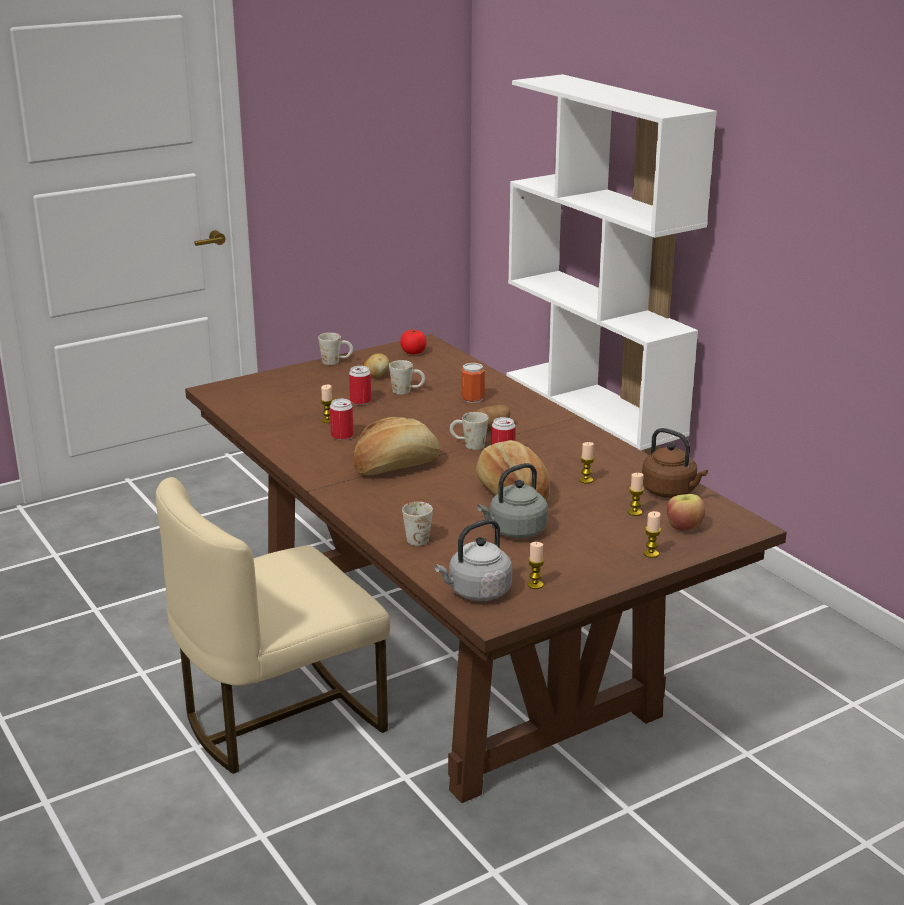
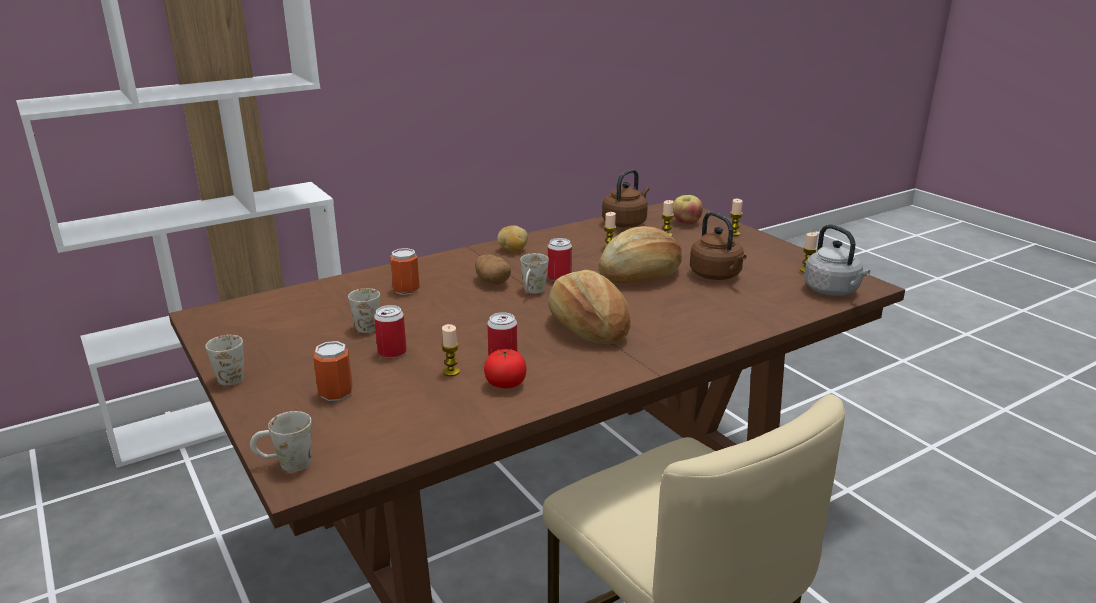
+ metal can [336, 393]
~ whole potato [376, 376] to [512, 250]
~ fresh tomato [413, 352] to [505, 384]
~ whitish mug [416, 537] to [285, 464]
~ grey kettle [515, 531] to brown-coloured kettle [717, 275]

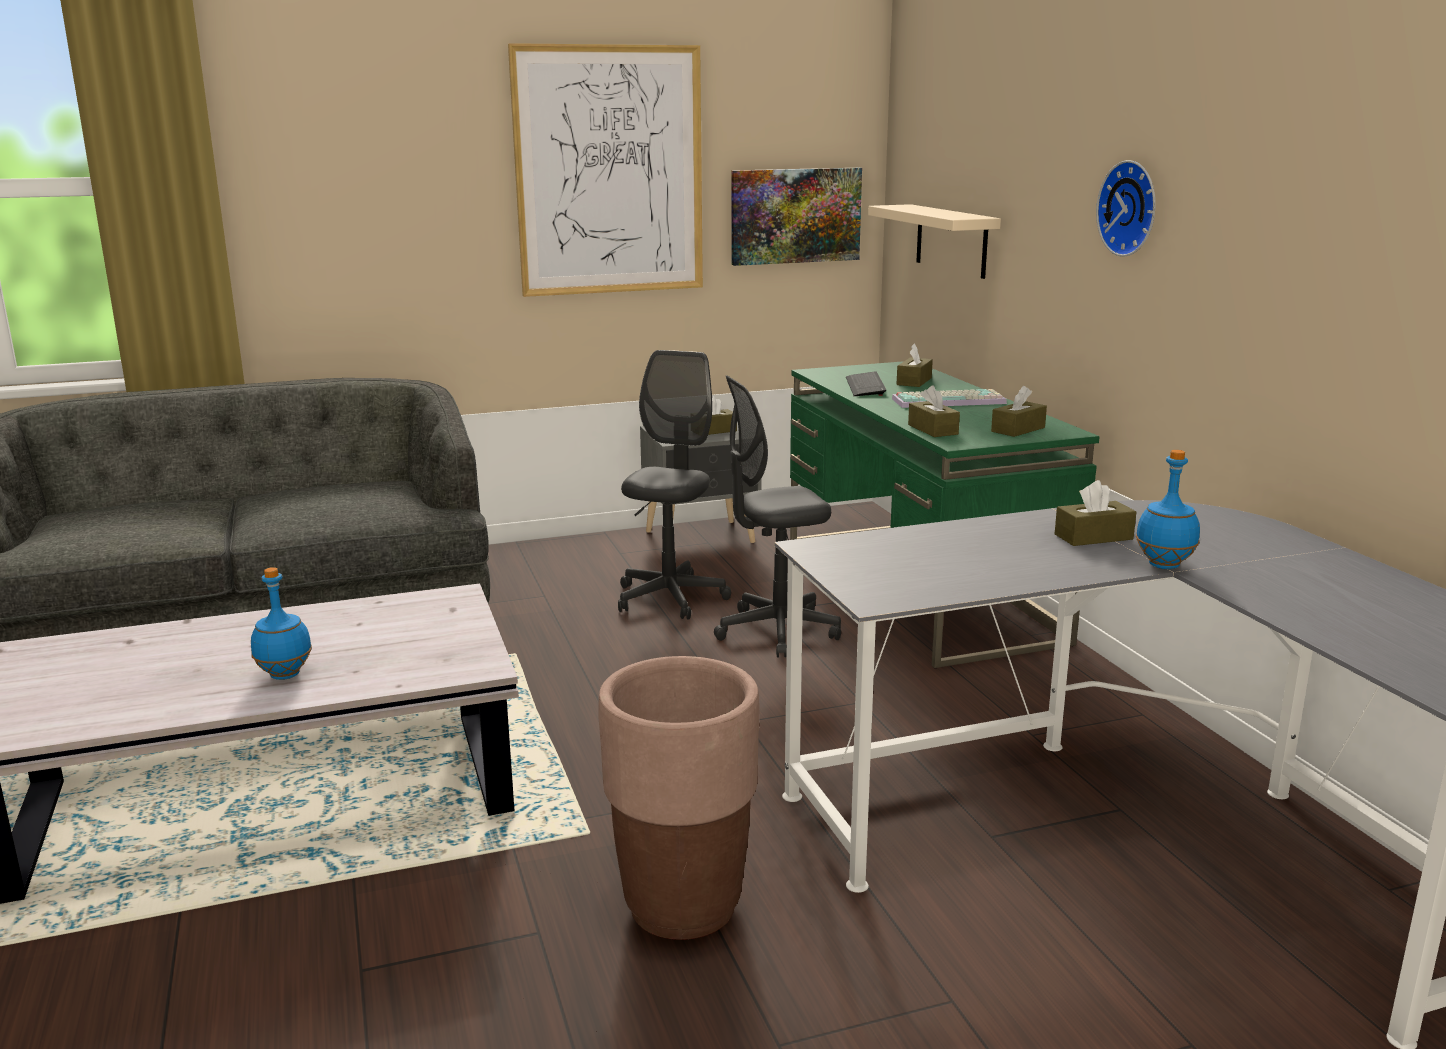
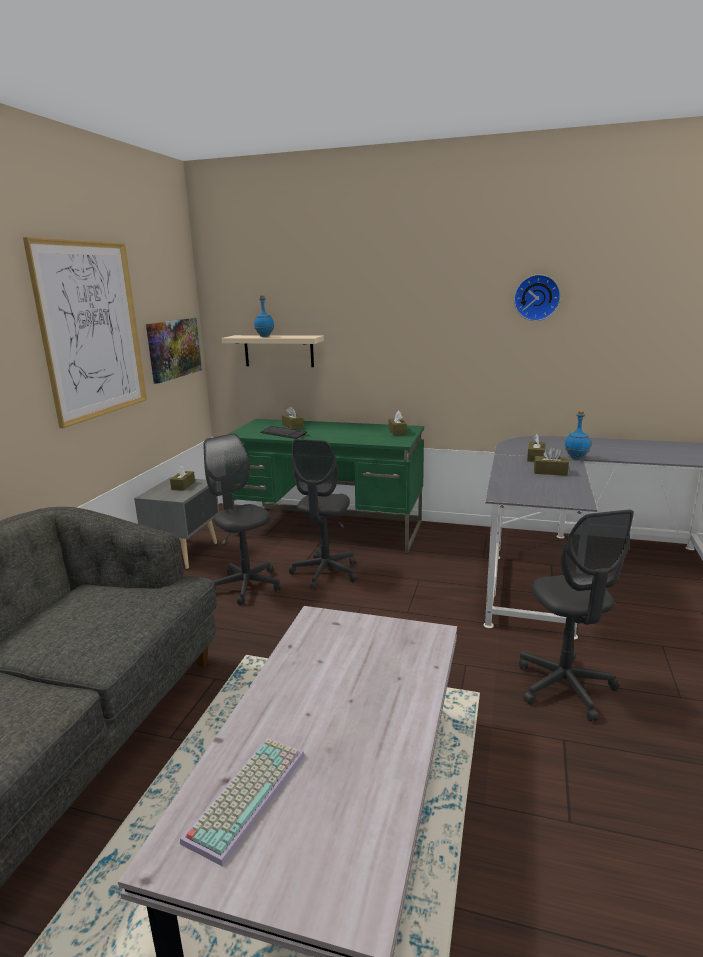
~ blue bottle [285, 674] to [264, 336]
~ keyboard [949, 400] to [246, 794]
~ brown-coloured box of tissues [933, 429] to [550, 472]
~ wall clock [1131, 208] to [537, 297]
~ brown-coloured plant pot [682, 907] to grey desk chair [564, 687]

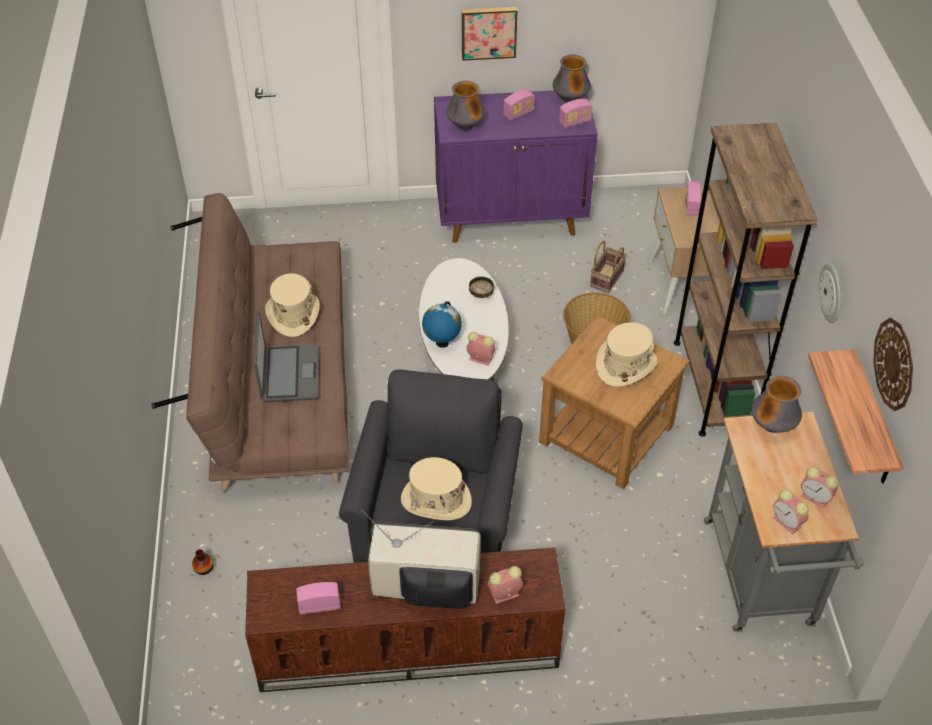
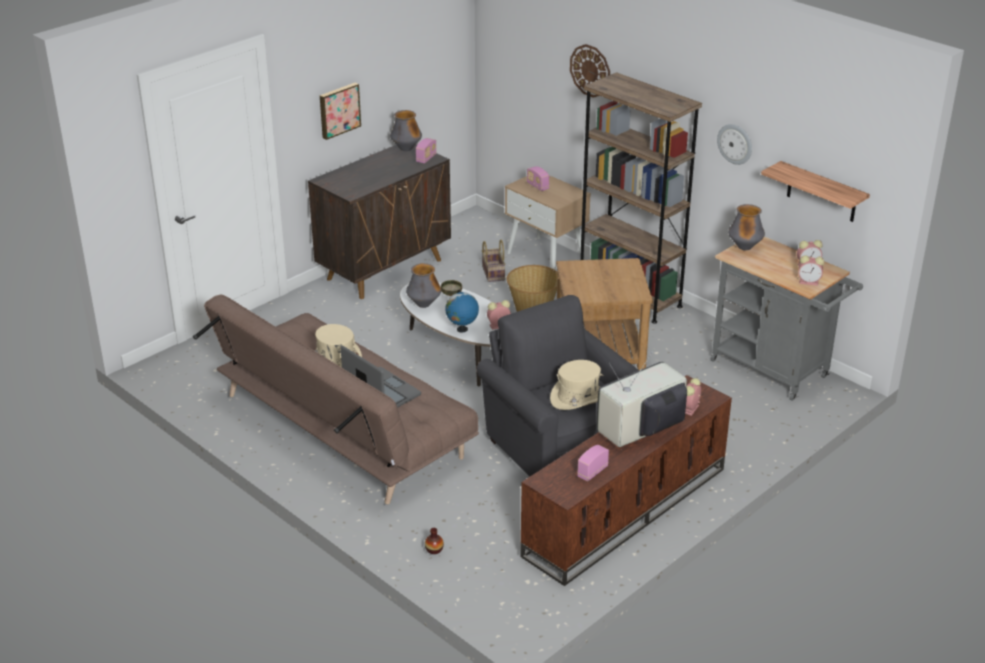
- radio set [518, 114]
- sand-coloured wearable hat [626, 365]
~ vase [465, 127] to [424, 304]
~ wall clock [894, 364] to [590, 70]
~ purple-coloured cabinet [512, 218] to brown-coloured cabinet [385, 269]

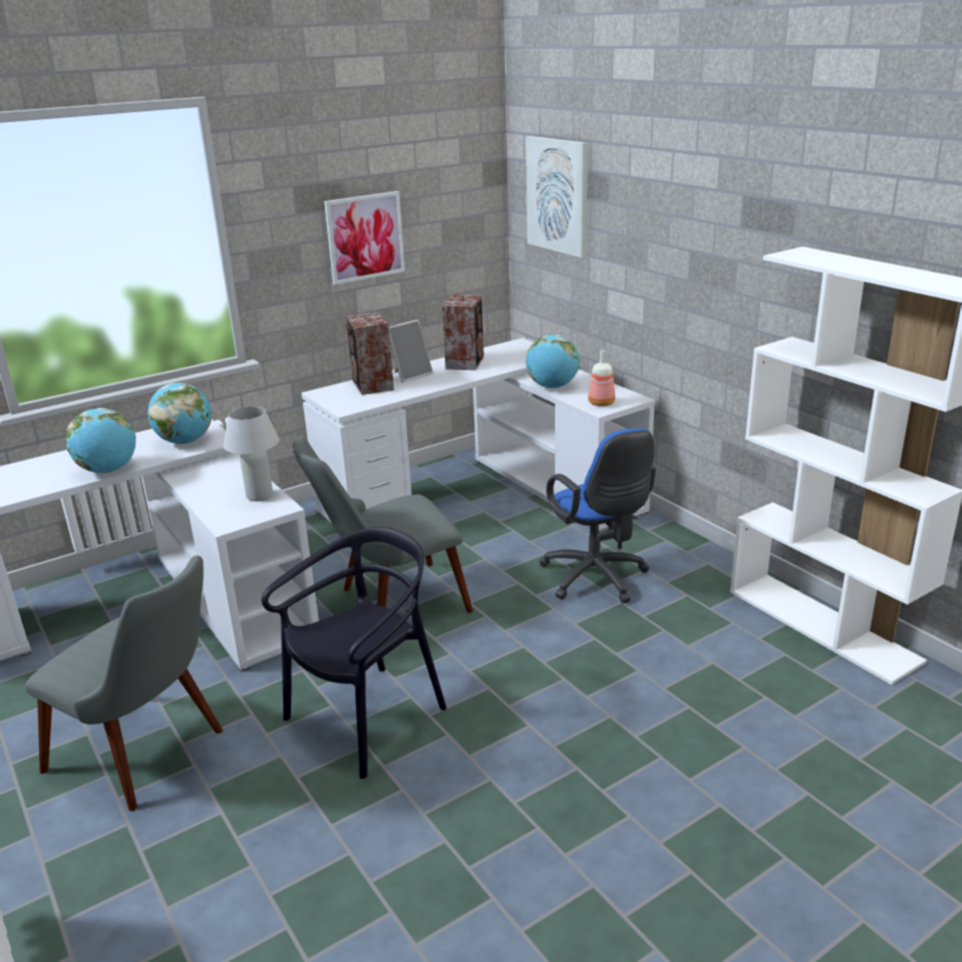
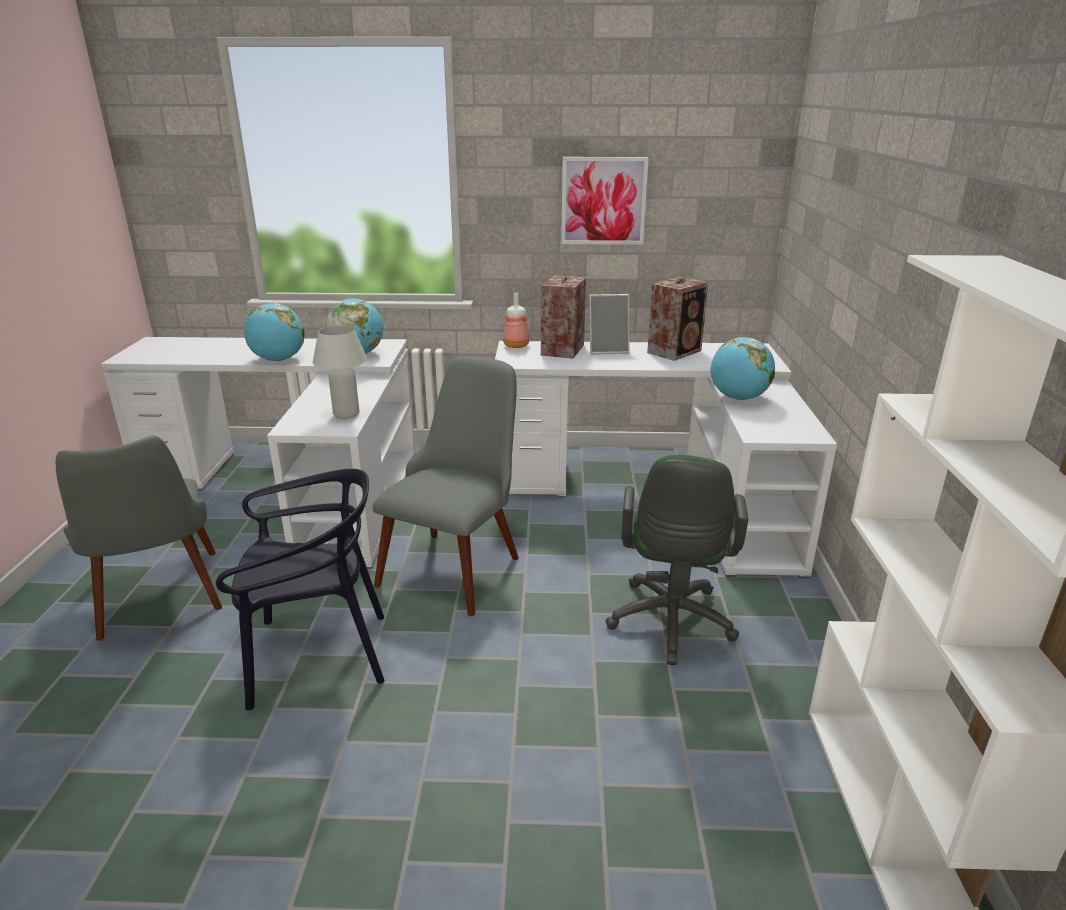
- picture [558, 195]
~ bottle [602, 403] to [516, 346]
~ blue desk chair [597, 579] to green desk chair [670, 625]
~ grey chair [389, 604] = [458, 561] 105 degrees clockwise

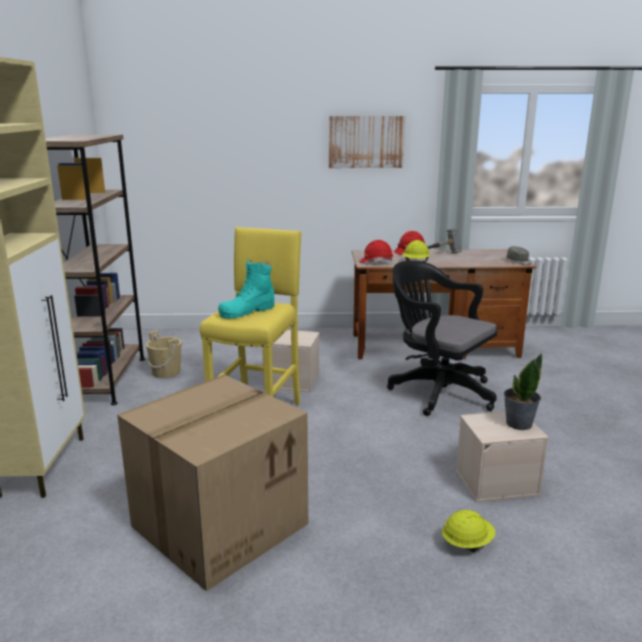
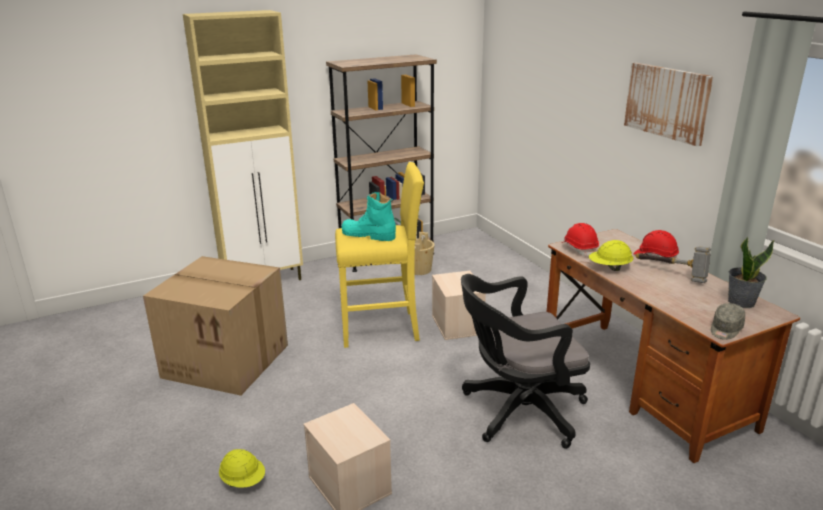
~ houseplant [518, 423] to [740, 302]
~ black desk chair [437, 391] = [517, 411] 120 degrees counterclockwise

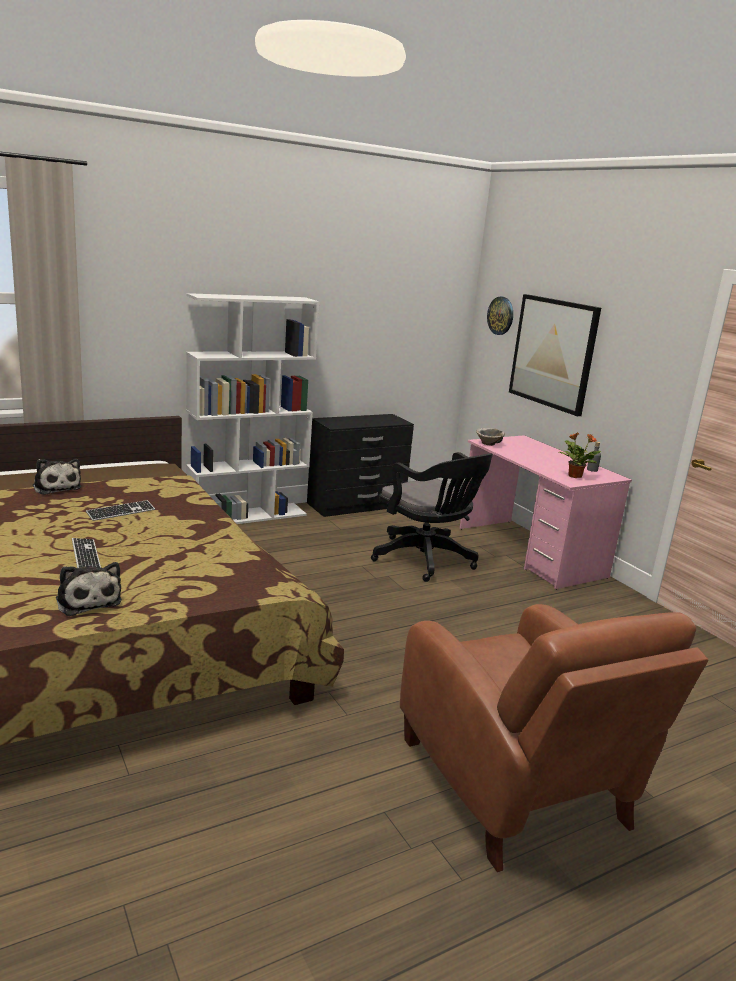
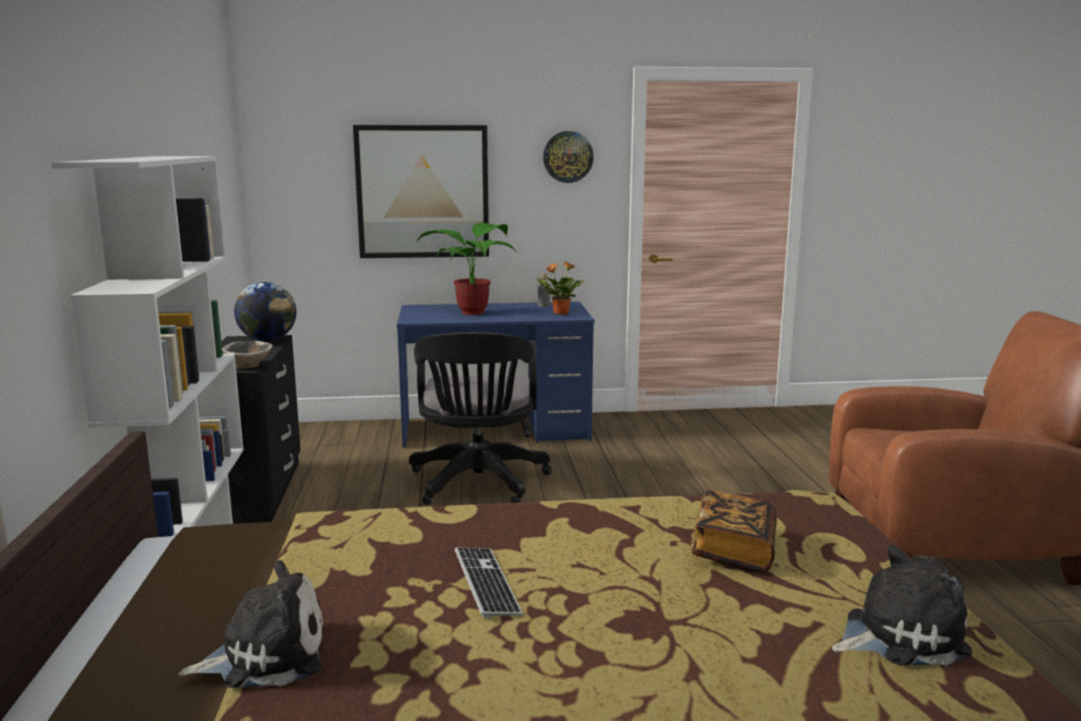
- keyboard [86, 556]
+ world globe [268, 340]
+ houseplant [474, 311]
+ volume [733, 551]
~ deep dish [489, 444] to [248, 366]
~ wall clock [501, 315] to [568, 157]
~ pink-coloured desk table [530, 552] to blue desk table [496, 430]
~ black desk chair [427, 560] = [478, 485] 105 degrees clockwise

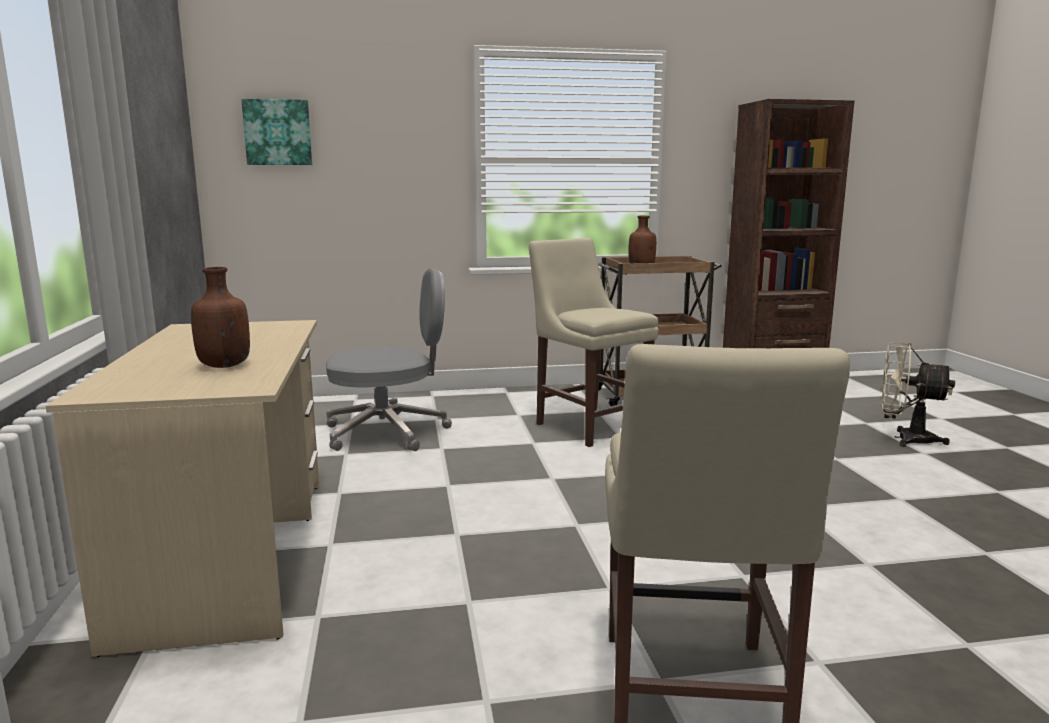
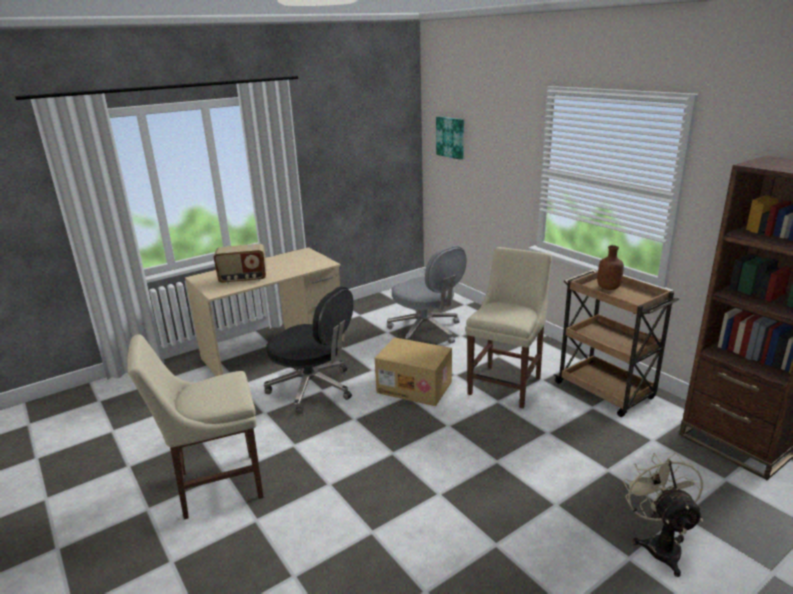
+ black desk chair [313, 388]
+ cardboard box [415, 387]
~ brown-coloured bottle [223, 366] to radio set [243, 279]

